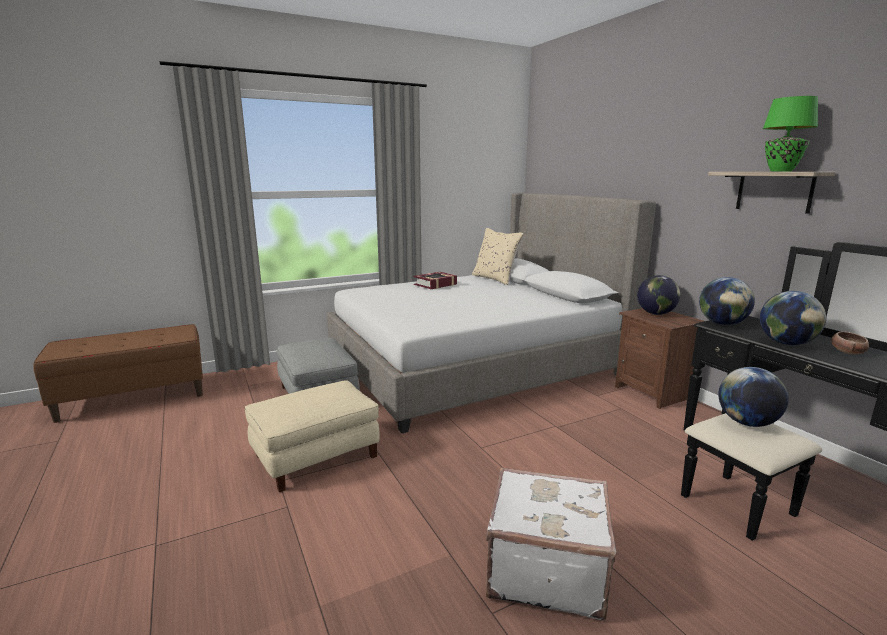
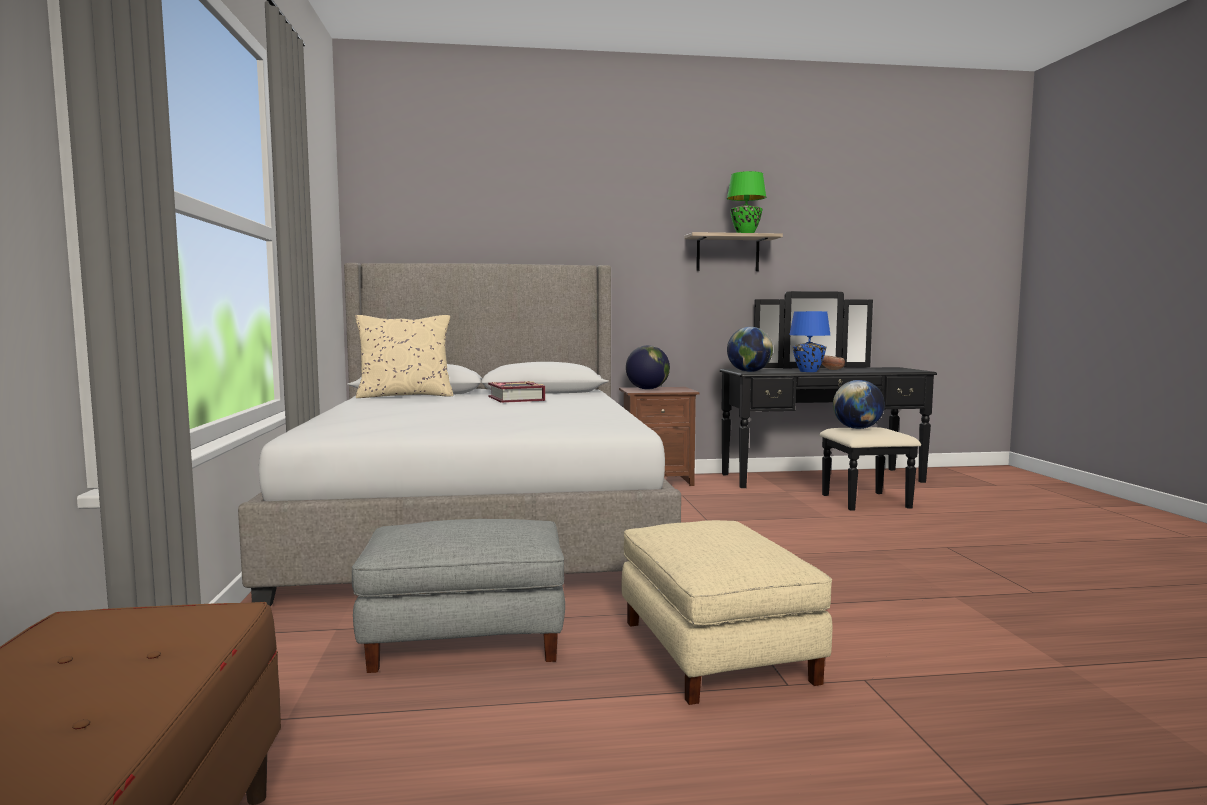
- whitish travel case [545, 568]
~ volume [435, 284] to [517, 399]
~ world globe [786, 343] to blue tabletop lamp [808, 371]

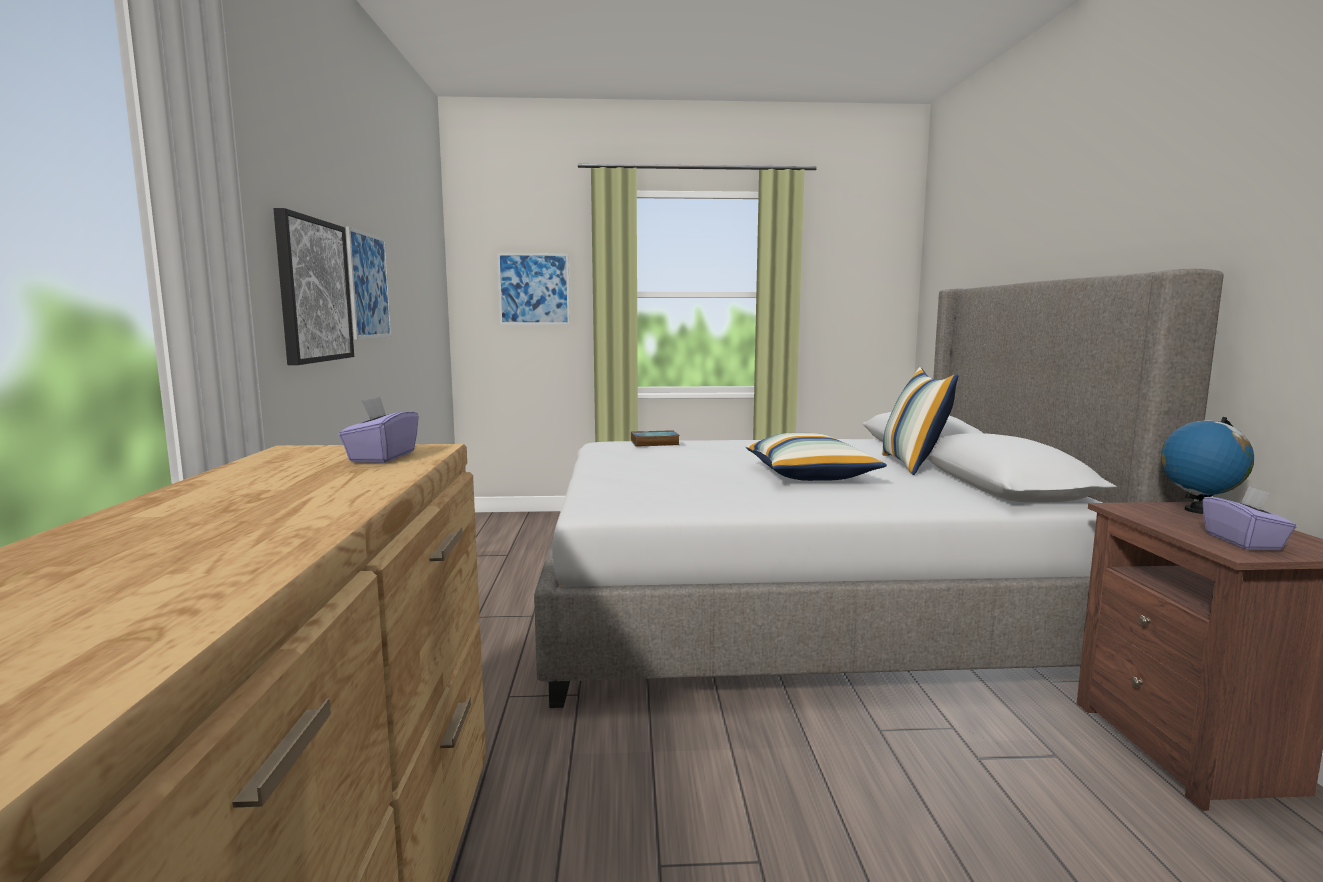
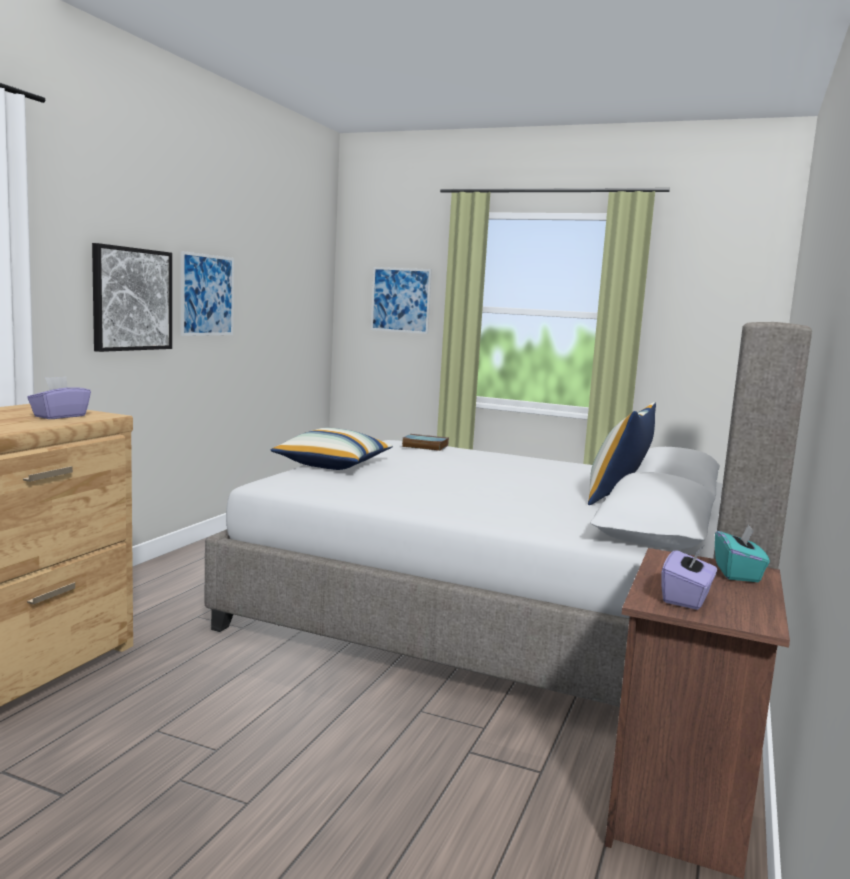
~ pillow [810, 475] to [333, 465]
~ world globe [1198, 511] to turquoise box of tissues [738, 573]

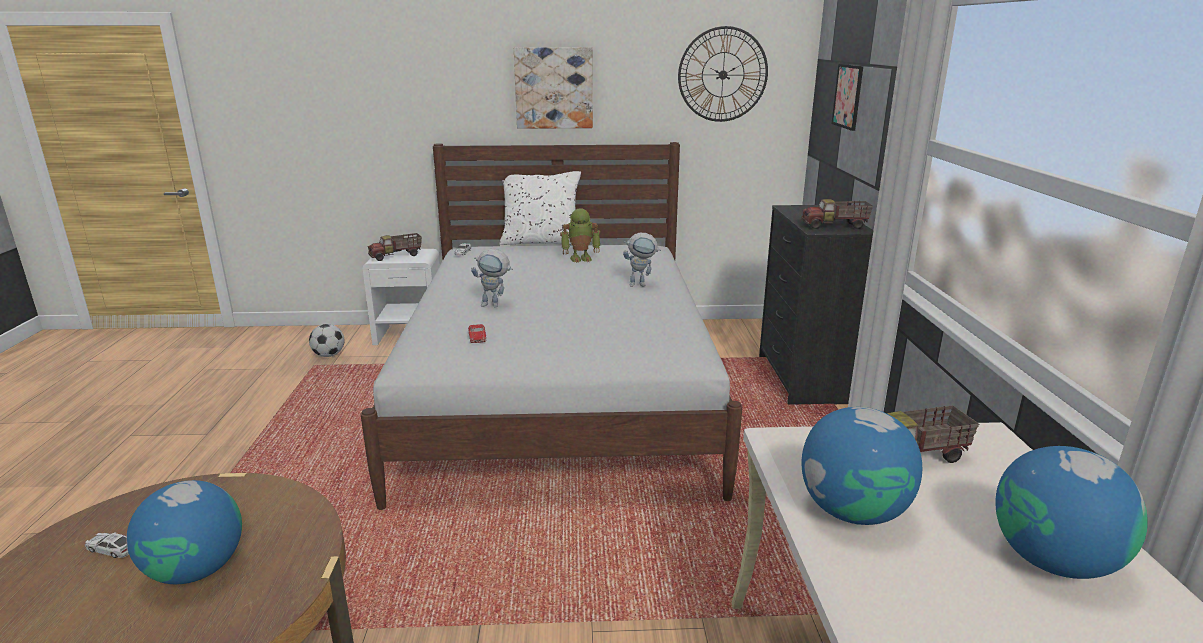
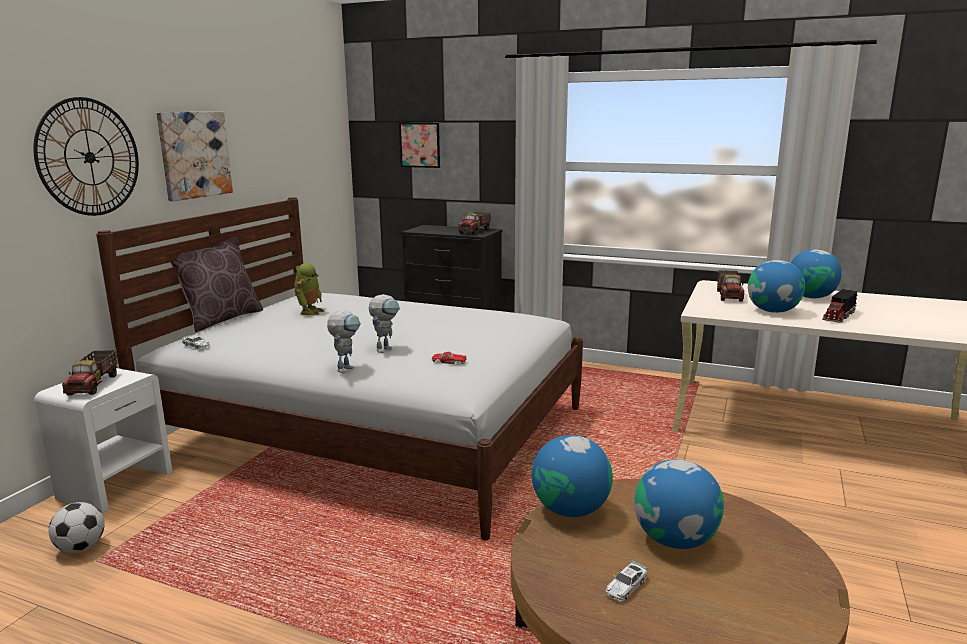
+ world globe [570, 510]
+ toy truck [839, 316]
~ model robot [641, 284] to [346, 368]
~ wall clock [722, 74] to [89, 157]
~ whitish pillow [541, 242] to brown-coloured pillow [221, 319]

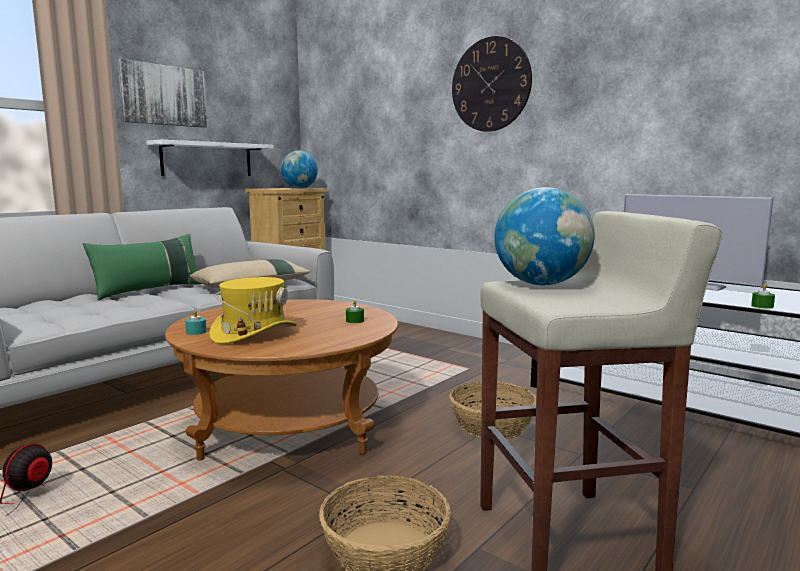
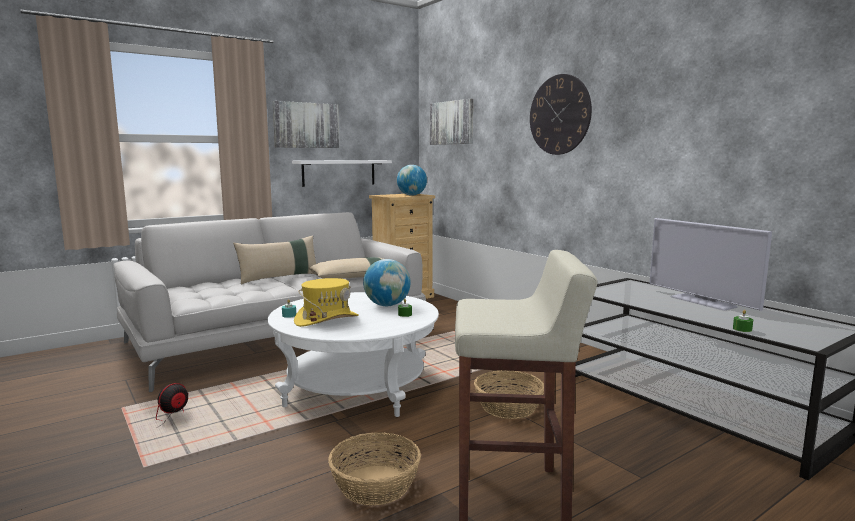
+ picture [452, 122]
~ world globe [541, 284] to [387, 305]
~ green pillow [149, 290] to sand-coloured pillow [279, 278]
~ brown-coloured coffee table [289, 423] to whitish coffee table [356, 387]

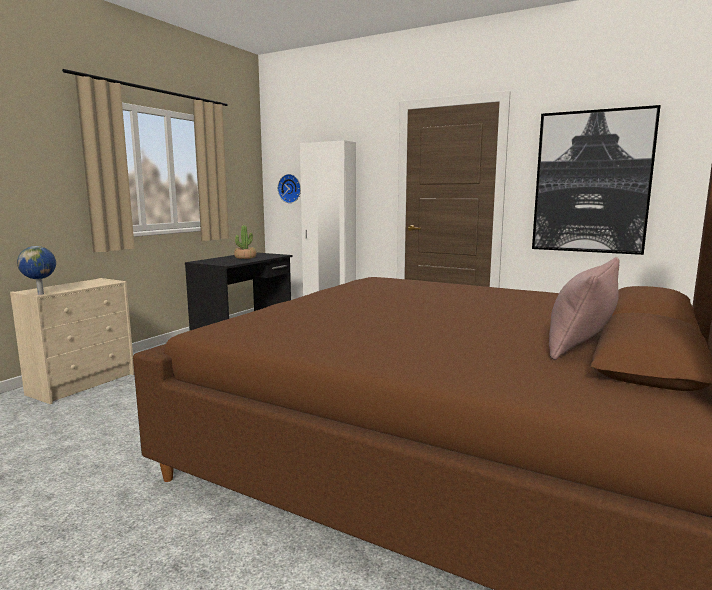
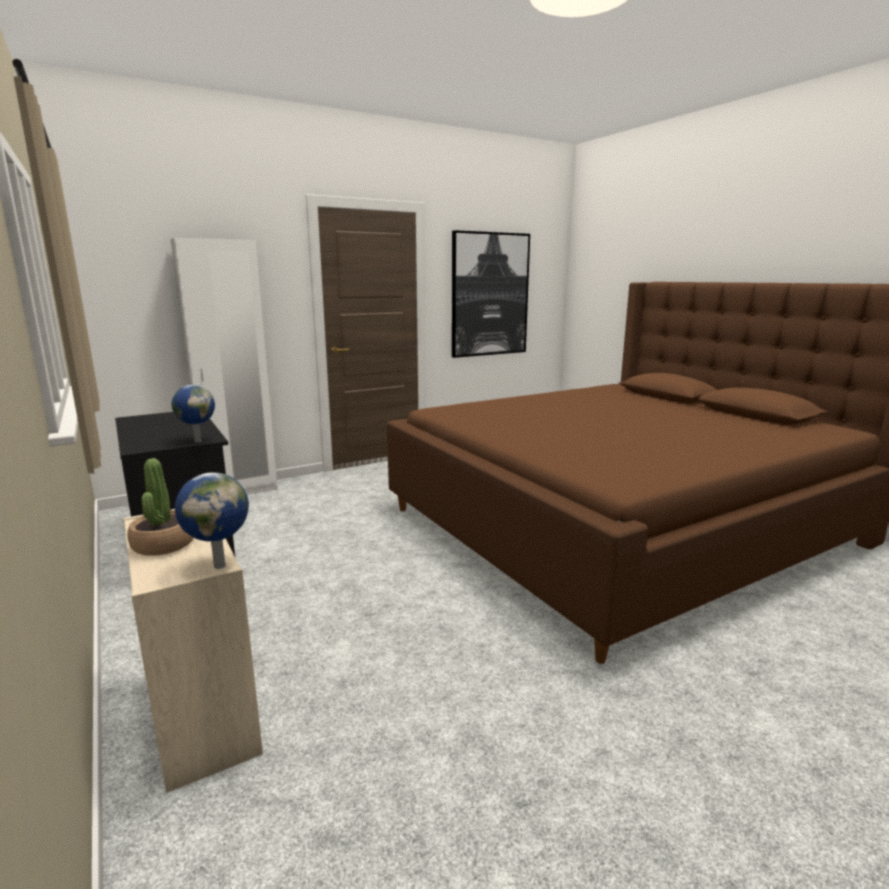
- wall clock [290, 188]
- pink-coloured pillow [581, 341]
+ world globe [198, 441]
~ houseplant [245, 257] to [163, 544]

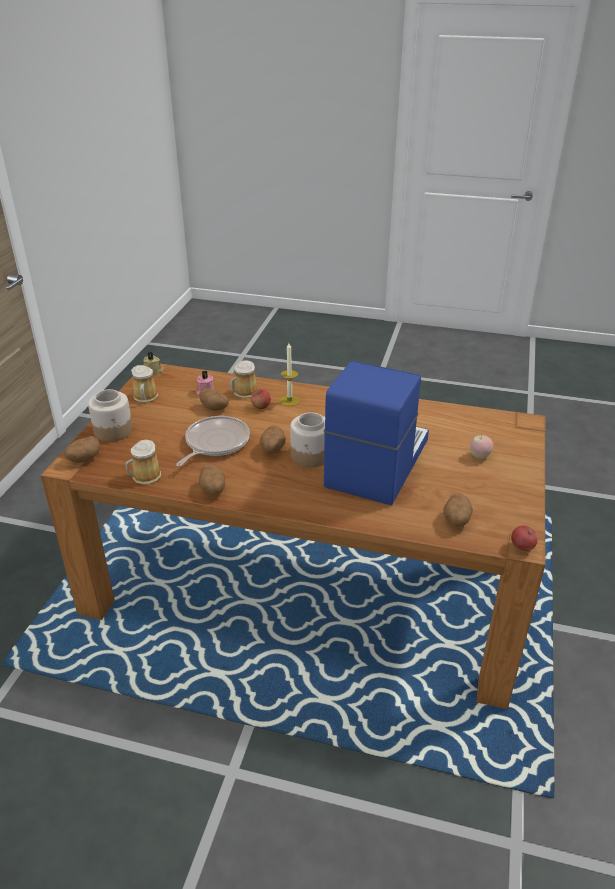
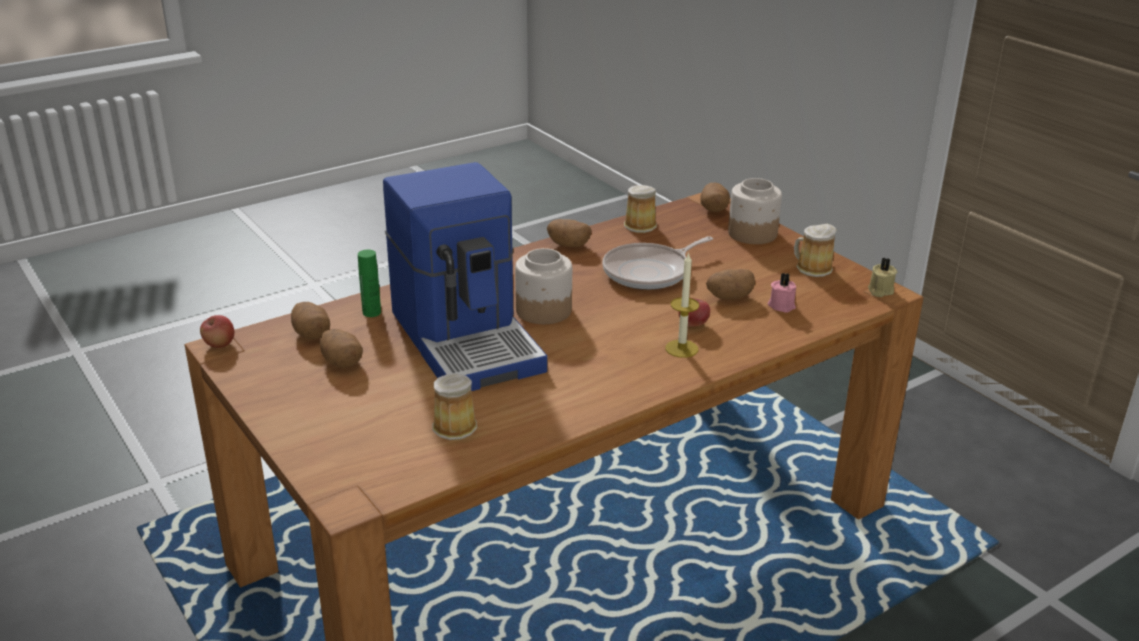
- apple fruit [479, 456]
+ green bottle [371, 312]
~ mug [244, 393] to [455, 425]
~ whole potato [272, 449] to [342, 362]
~ skillet [215, 443] = [650, 272] 75 degrees clockwise

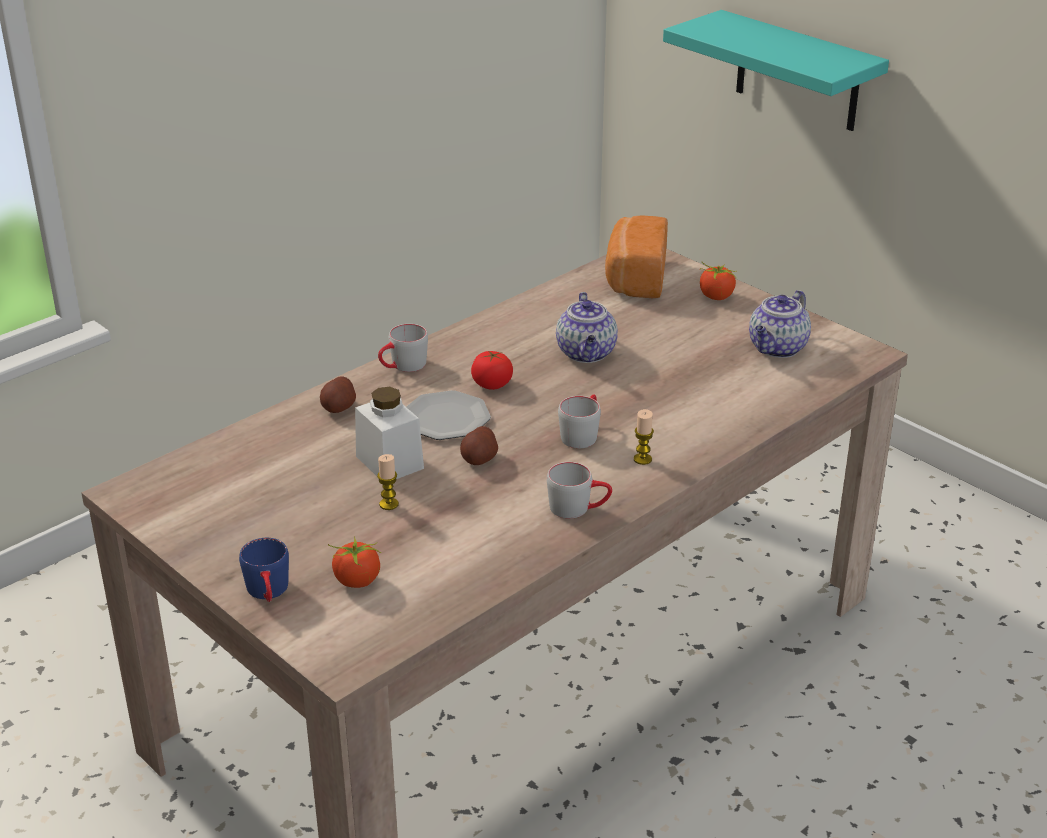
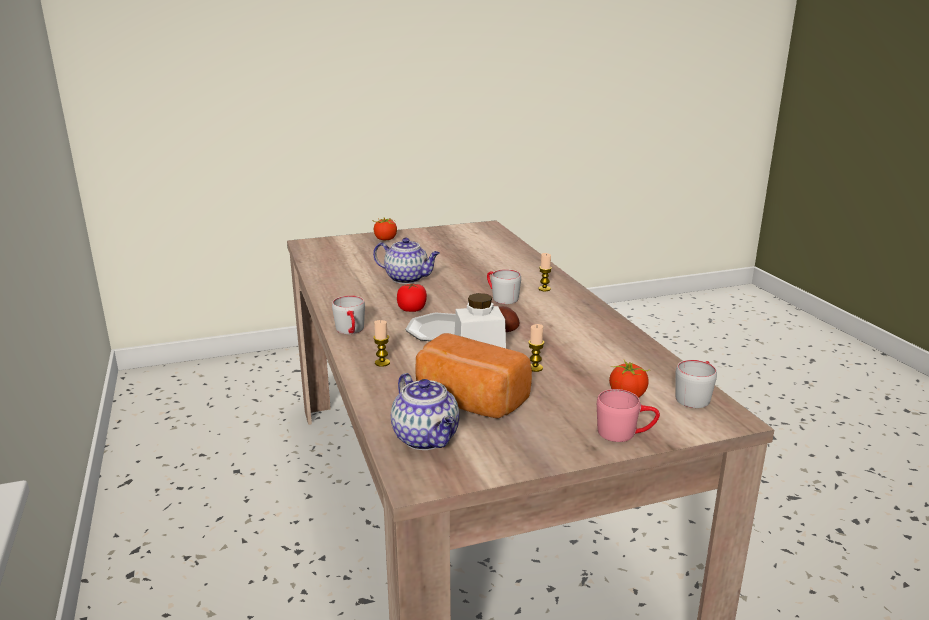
- turquoise wall shelf [797, 72]
~ grey mug [578, 508] to [695, 396]
~ bakery bread [634, 278] to [468, 402]
~ tea pot [777, 349] to [427, 439]
~ whole potato [339, 407] to wax candle [382, 363]
~ blue mug [269, 593] to pink-coloured mug [625, 433]

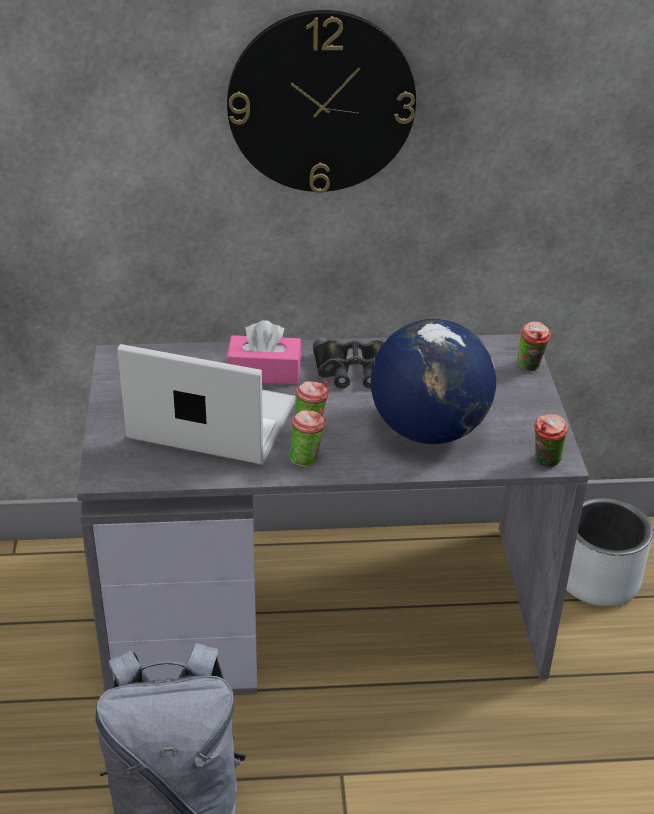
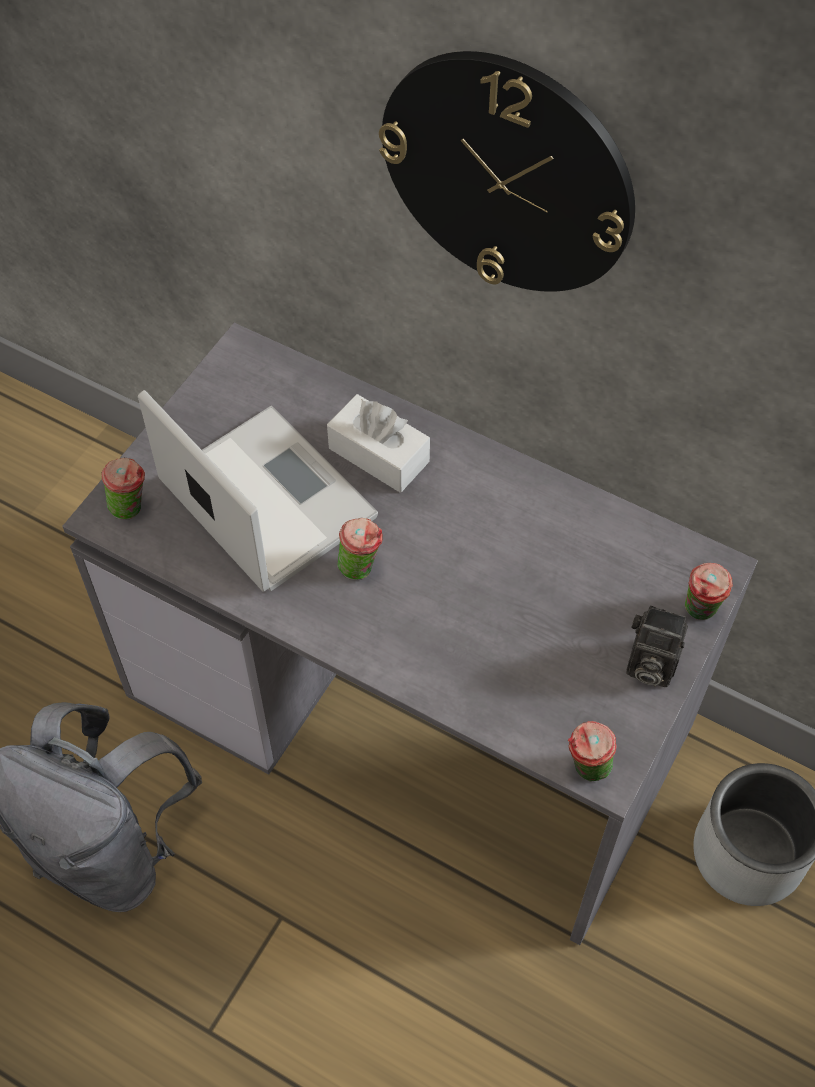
- black field glasses [354, 370]
- world globe [428, 429]
+ photo camera [648, 666]
~ small cup [307, 459] to [131, 508]
~ pink-coloured box of tissues [264, 372] to whitish box of tissues [379, 455]

